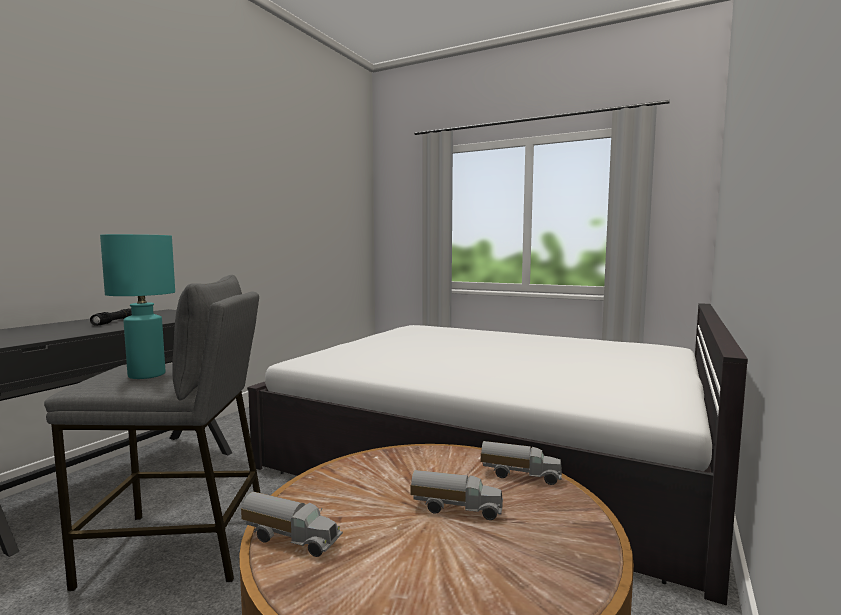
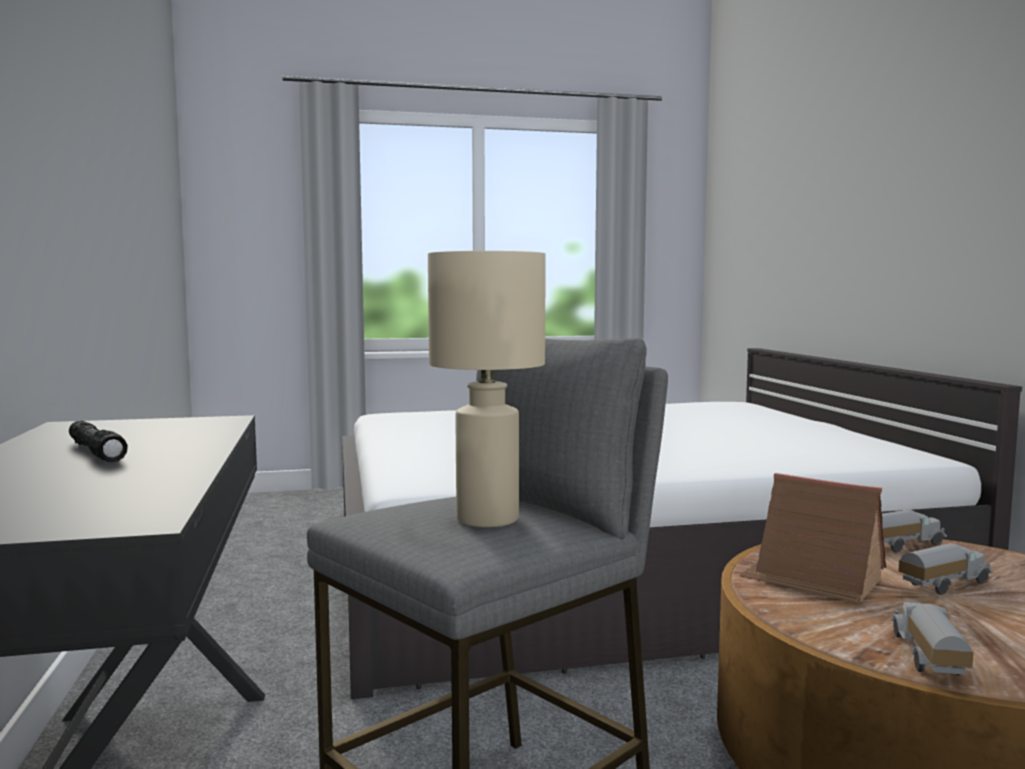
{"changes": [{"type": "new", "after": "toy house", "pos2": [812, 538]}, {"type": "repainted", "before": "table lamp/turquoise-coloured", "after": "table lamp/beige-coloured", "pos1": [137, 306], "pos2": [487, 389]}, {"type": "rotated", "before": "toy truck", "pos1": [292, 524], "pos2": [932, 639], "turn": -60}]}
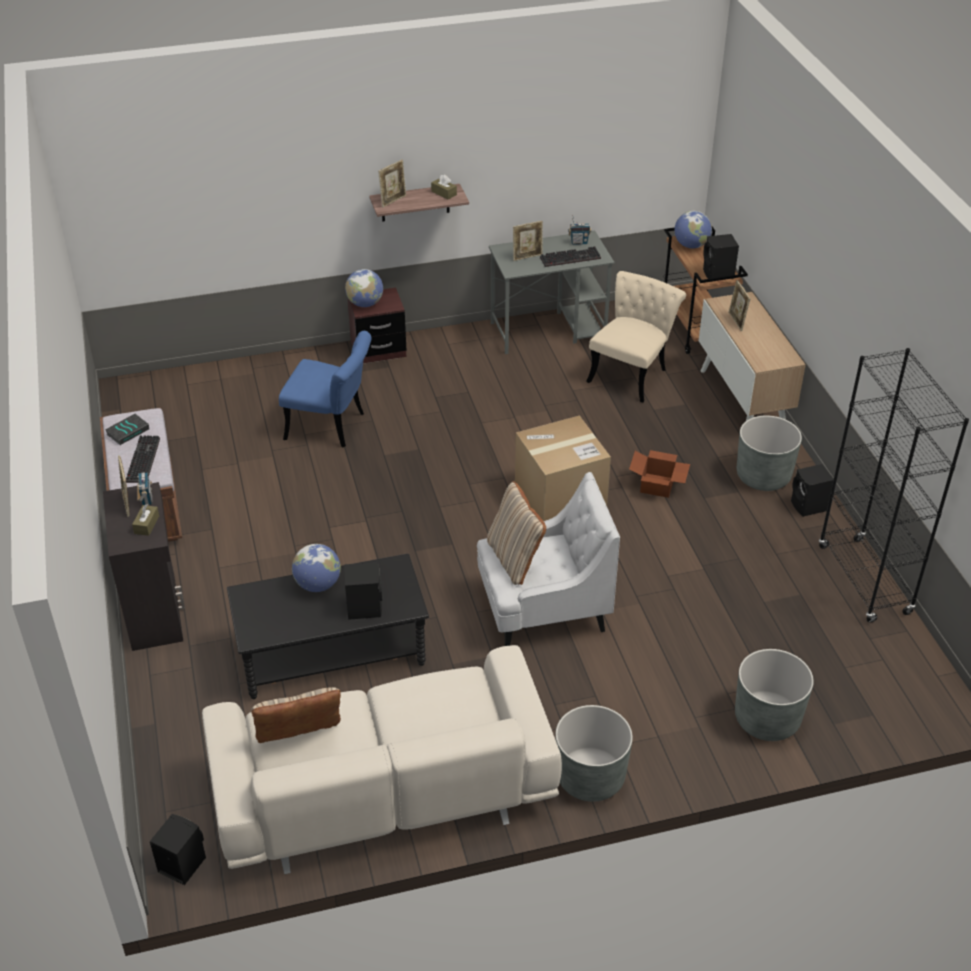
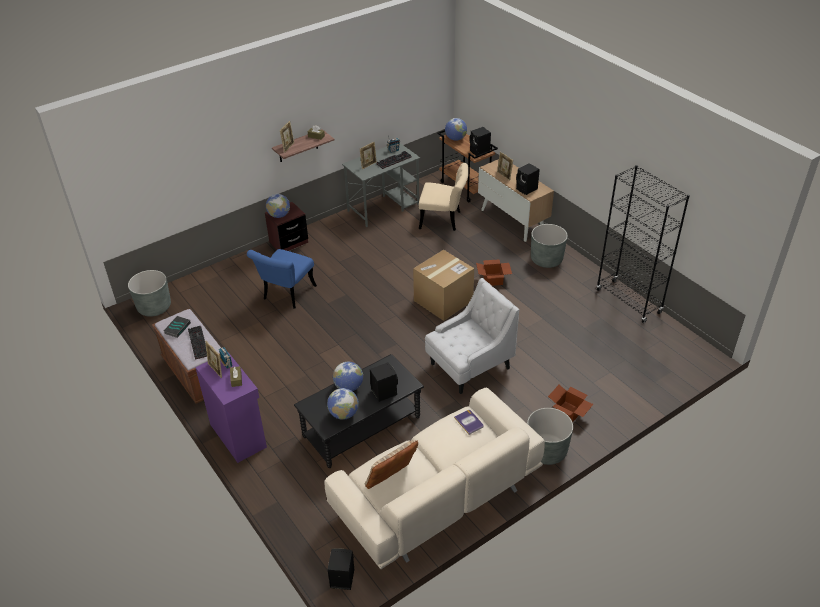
{"changes": [{"type": "gone", "before": "throw pillow/beige-coloured", "pos1": [516, 533]}, {"type": "new", "after": "desk globe", "pos2": [343, 404]}, {"type": "new", "after": "book", "pos2": [469, 422]}, {"type": "new", "after": "carton", "pos2": [570, 403]}, {"type": "shifted", "before": "planter/gray", "pos1": [774, 695], "pos2": [149, 293]}, {"type": "shifted", "before": "audio speaker/black-coloured", "pos1": [812, 490], "pos2": [528, 179]}, {"type": "repainted", "before": "cabinet/black-coloured", "after": "cabinet/purplish", "pos1": [144, 566], "pos2": [231, 407]}, {"type": "rotated", "before": "plain chair/bluish", "pos1": [325, 389], "pos2": [282, 279], "turn": 120}, {"type": "rotated", "before": "plain chair/beige-coloured", "pos1": [636, 336], "pos2": [444, 197], "turn": 90}]}
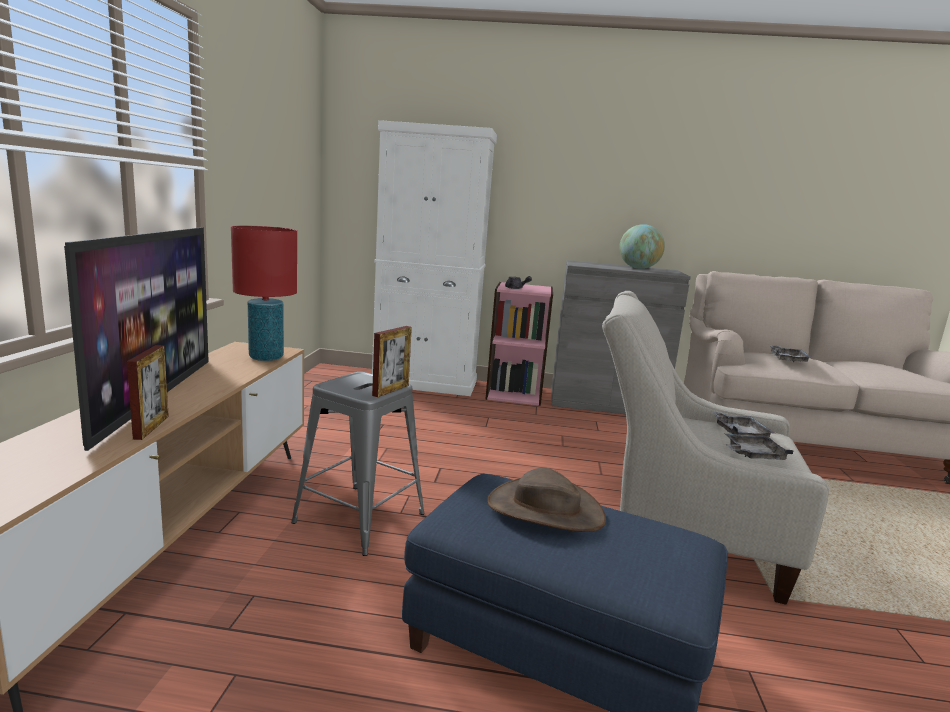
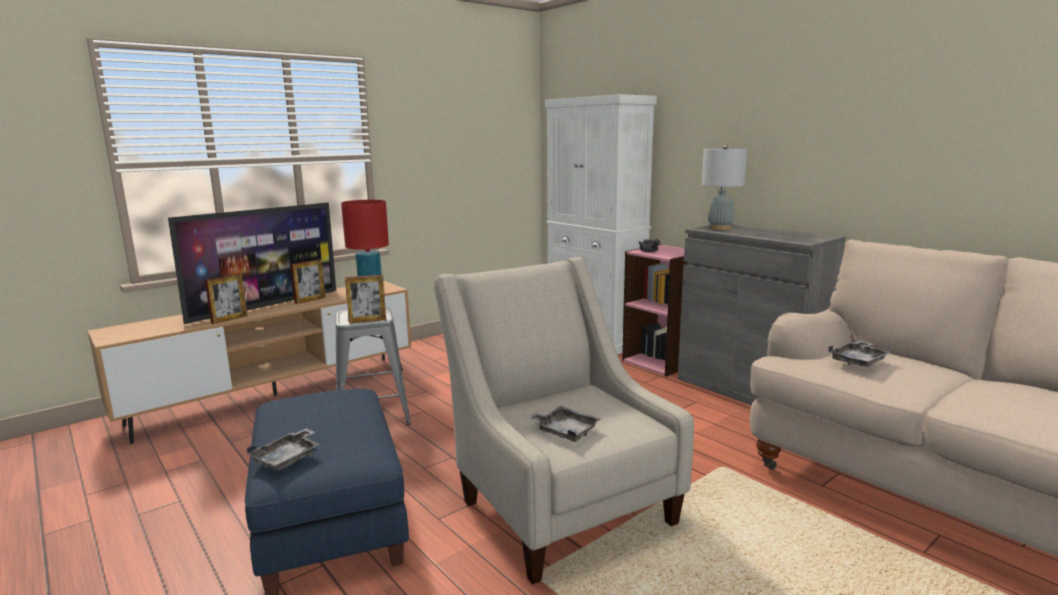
{"changes": [{"type": "gone", "before": "hat/brownish", "pos1": [546, 500]}, {"type": "gone", "before": "desk globe", "pos1": [642, 246]}, {"type": "new", "after": "picture frame", "pos2": [308, 281]}, {"type": "new", "after": "table lamp/gray", "pos2": [724, 187]}, {"type": "shifted", "before": "carrying tray/gray", "pos1": [743, 424], "pos2": [283, 449]}]}
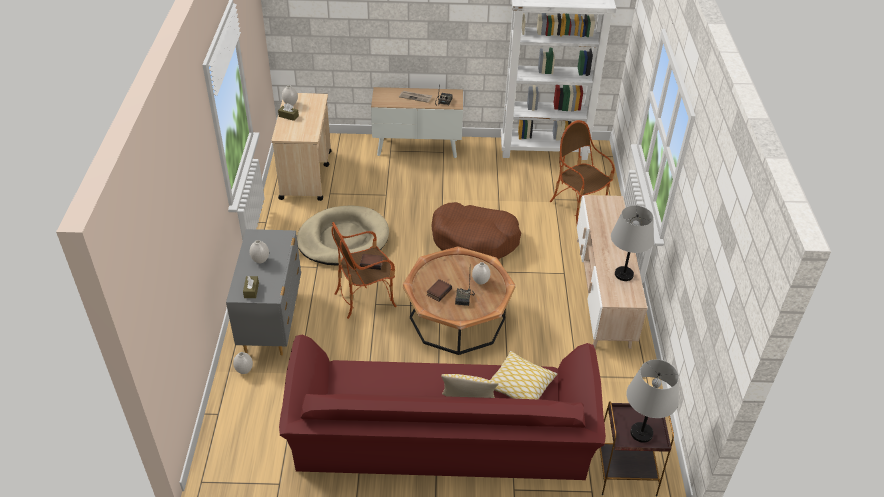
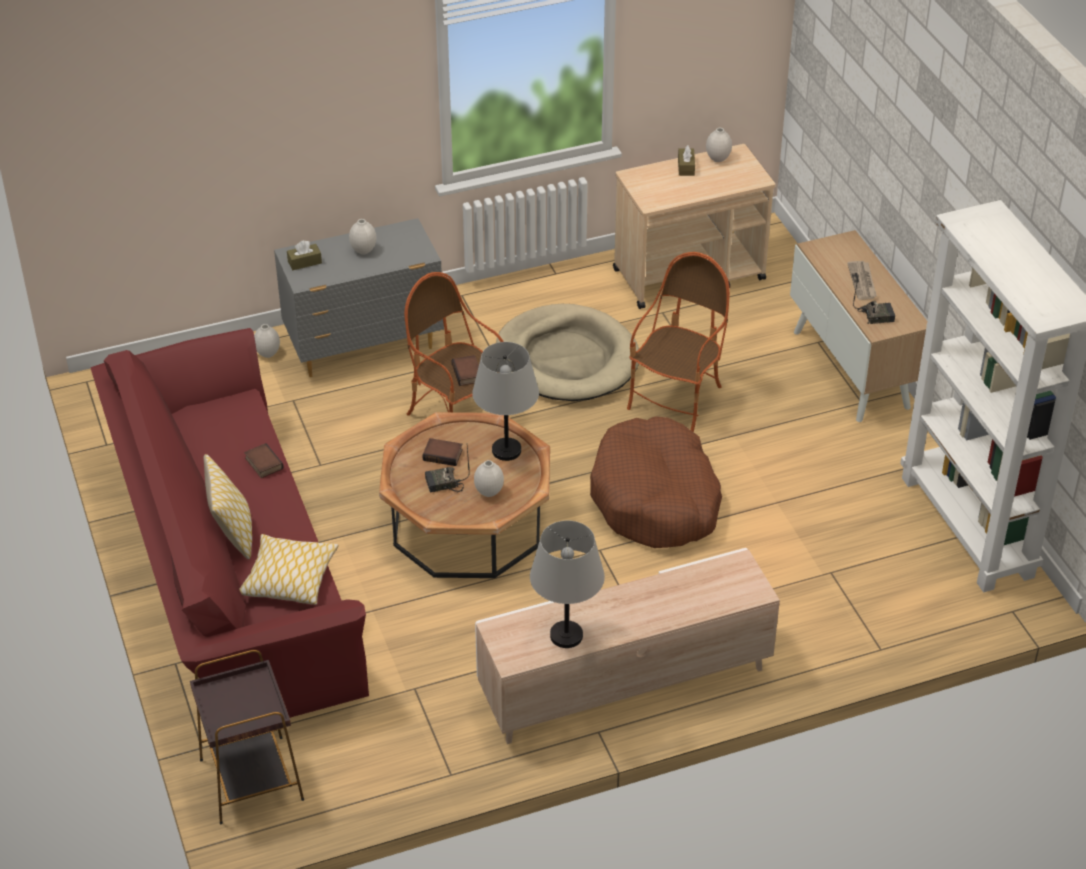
{"changes": [{"type": "new", "after": "book", "pos2": [264, 460]}, {"type": "shifted", "before": "easy chair", "pos1": [582, 171], "pos2": [678, 342]}, {"type": "shifted", "before": "table lamp/gray", "pos1": [652, 401], "pos2": [505, 401]}]}
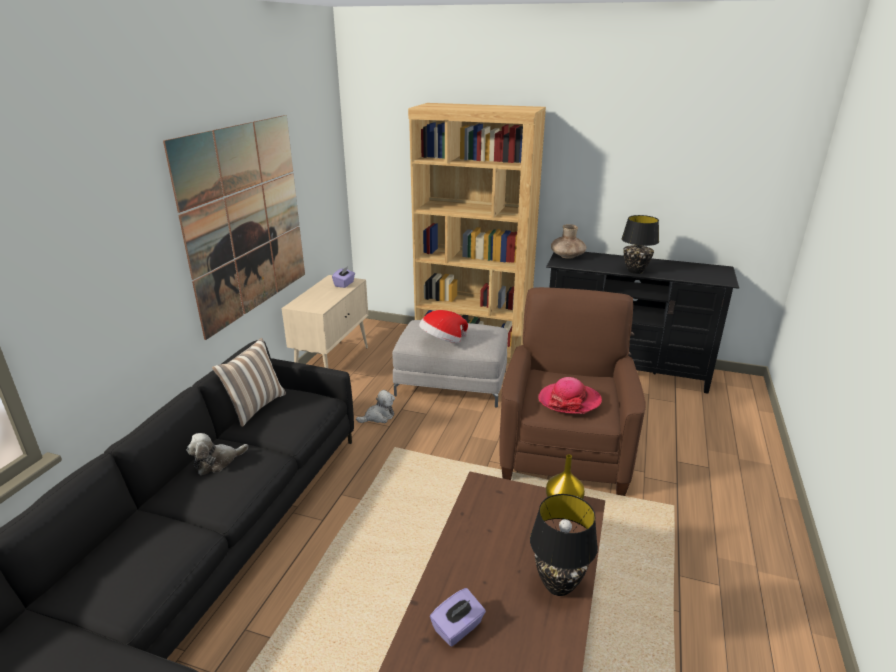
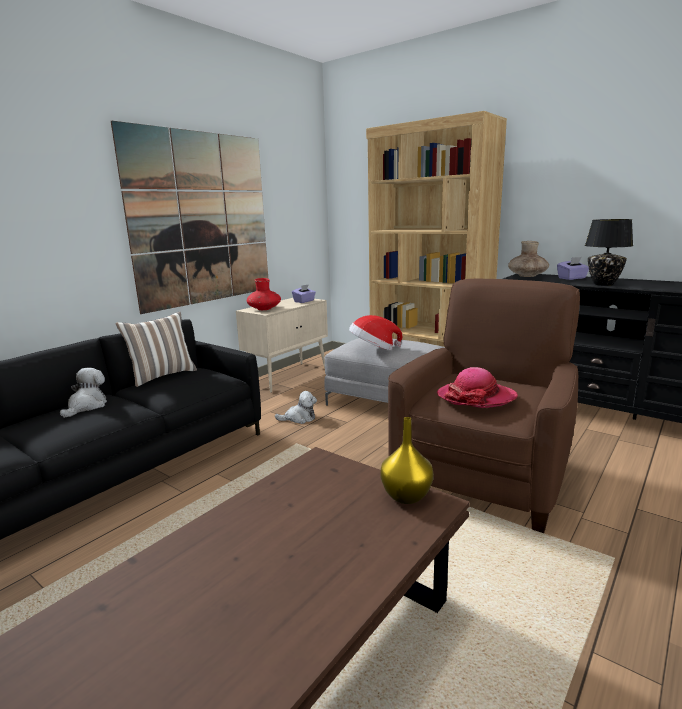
{"changes": [{"type": "gone", "before": "table lamp/black-coloured", "pos1": [564, 545]}, {"type": "new", "after": "decorative vase/red-coloured", "pos2": [264, 294]}, {"type": "shifted", "before": "box of tissues/purplish", "pos1": [458, 617], "pos2": [573, 268]}, {"type": "rotated", "before": "plush toy", "pos1": [217, 454], "pos2": [83, 393], "turn": 120}]}
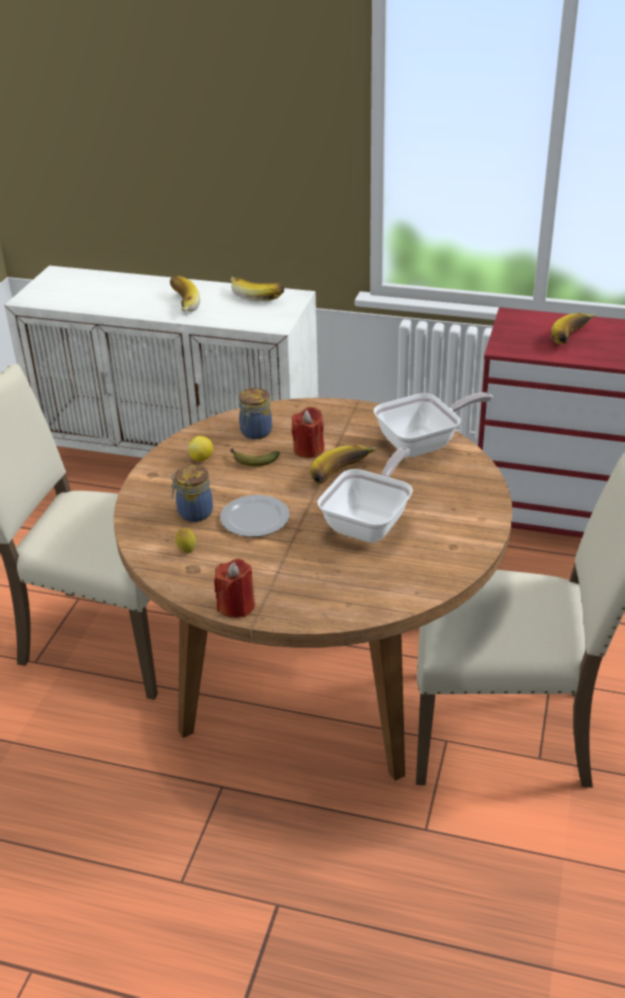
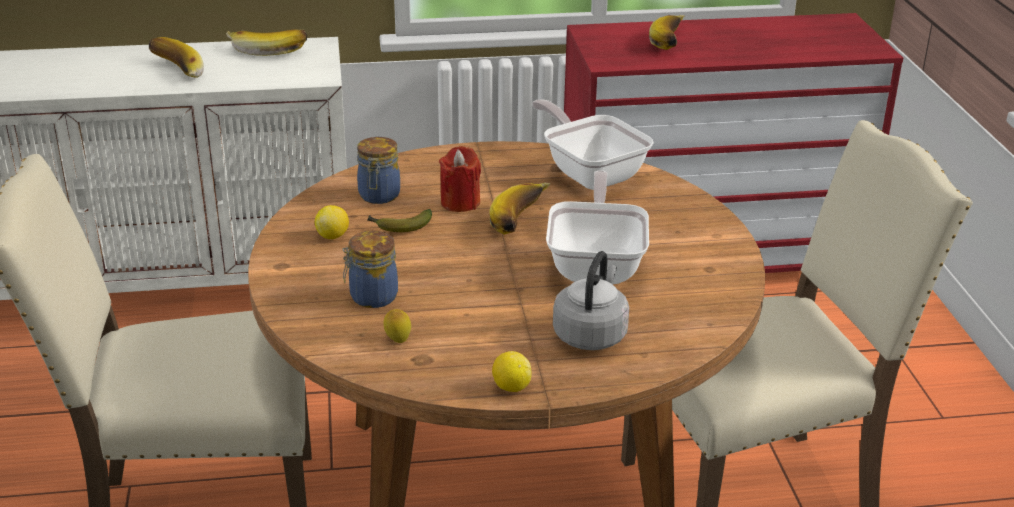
{"changes": [{"type": "gone", "before": "flat dish", "pos1": [254, 516]}, {"type": "new", "after": "tea kettle/gray", "pos2": [591, 300]}, {"type": "swapped", "before": "wax candle/red-coloured", "after": "citrus fruit", "pos1": [234, 588], "pos2": [512, 371]}, {"type": "rotated", "before": "pan", "pos1": [433, 424], "pos2": [593, 144], "turn": -75}]}
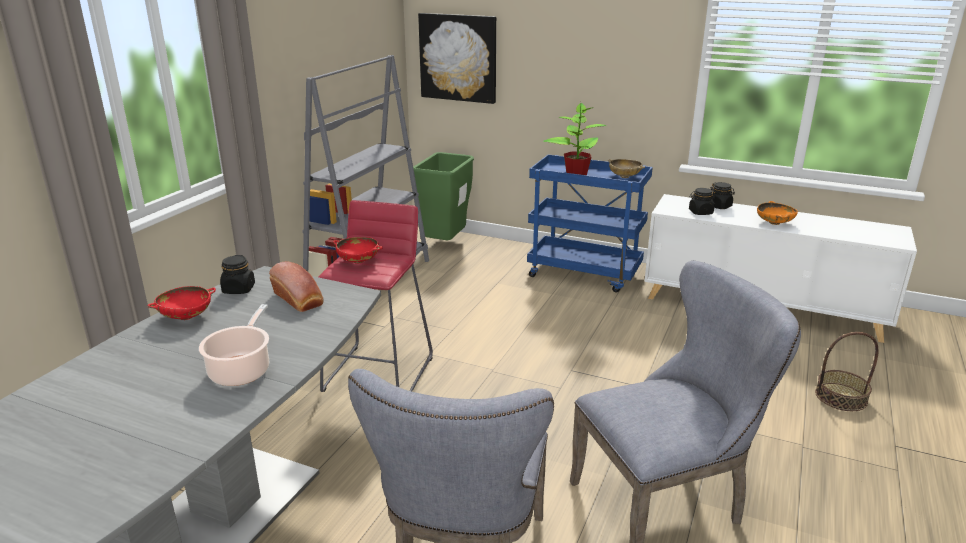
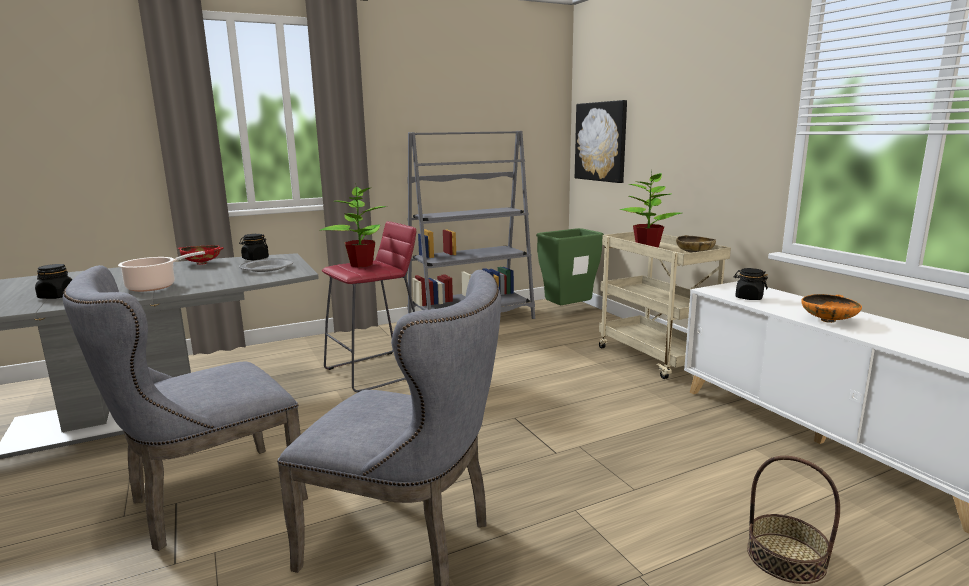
{"changes": [{"type": "shifted", "before": "preserve jar/black-coloured", "pos1": [722, 195], "pos2": [54, 281]}, {"type": "swapped", "before": "bakery bread", "after": "flat dish/gray", "pos1": [296, 286], "pos2": [266, 265]}, {"type": "swapped", "before": "bowl/red-coloured", "after": "plant in a pot", "pos1": [358, 250], "pos2": [353, 225]}, {"type": "repainted", "before": "trolley/bluish", "after": "trolley/beige-coloured", "pos1": [590, 223], "pos2": [665, 305]}]}
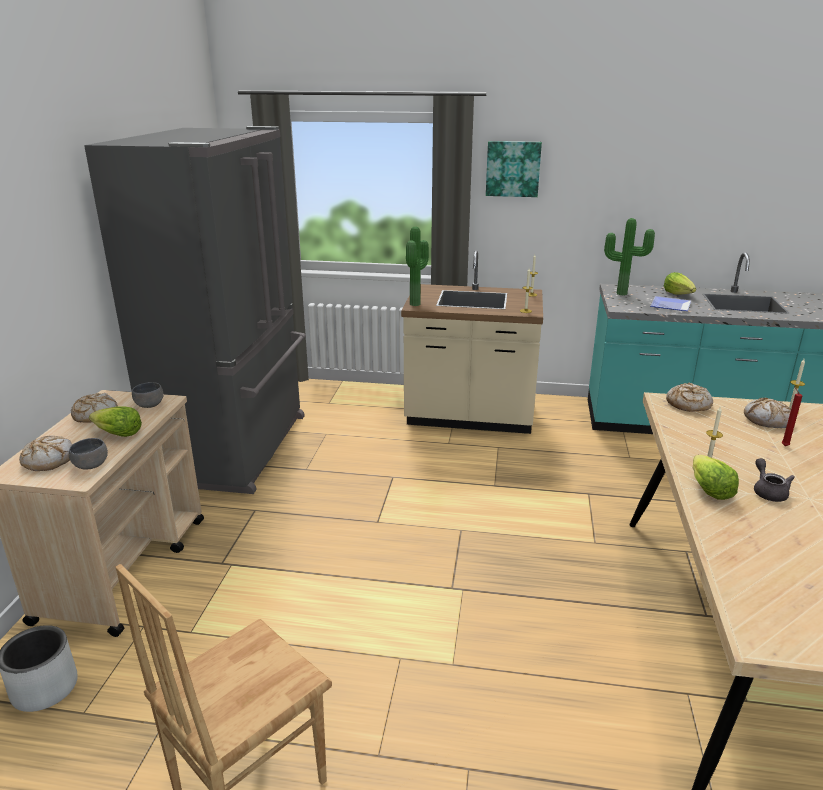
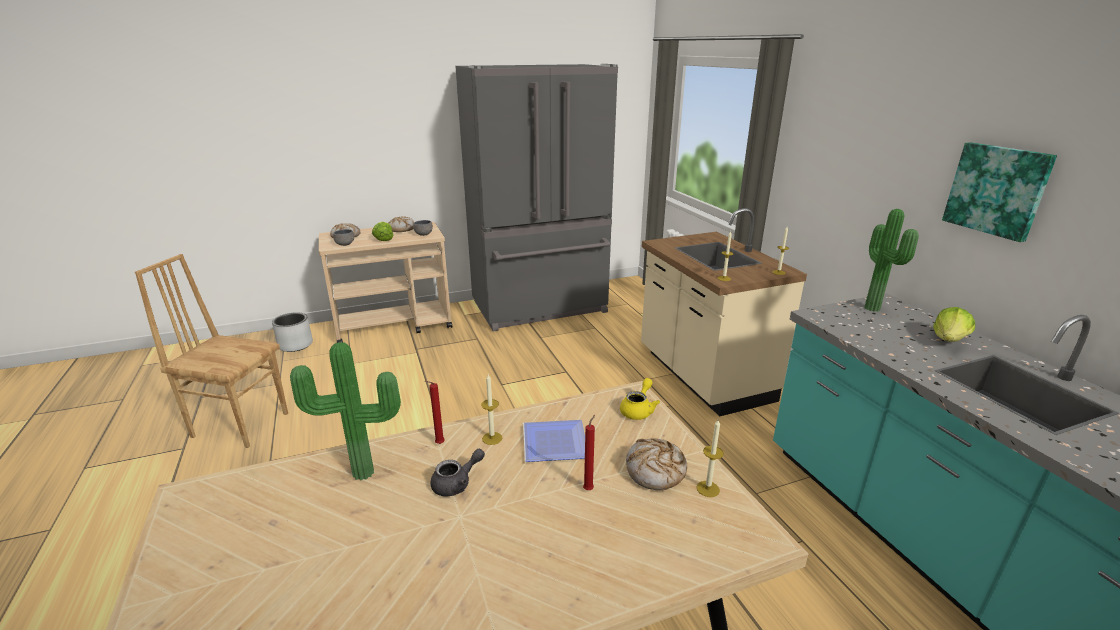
{"changes": [{"type": "shifted", "before": "plant in a pot", "pos1": [417, 266], "pos2": [345, 411]}, {"type": "shifted", "before": "wall picture", "pos1": [514, 169], "pos2": [999, 192]}, {"type": "shifted", "before": "flat dish", "pos1": [670, 303], "pos2": [554, 441]}, {"type": "swapped", "before": "bakery bread", "after": "teapot/yellow", "pos1": [689, 397], "pos2": [640, 399]}, {"type": "swapped", "before": "head of lettuce", "after": "wax candle/red-coloured", "pos1": [716, 477], "pos2": [435, 412]}]}
